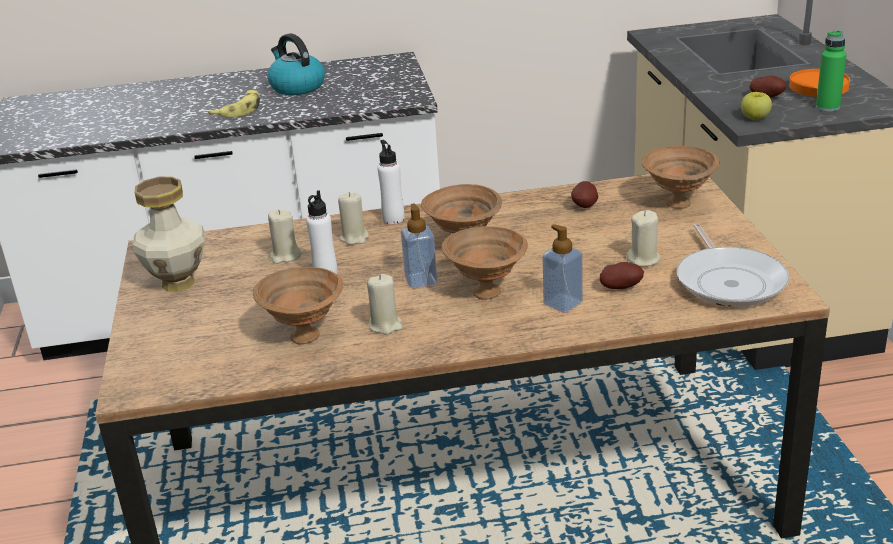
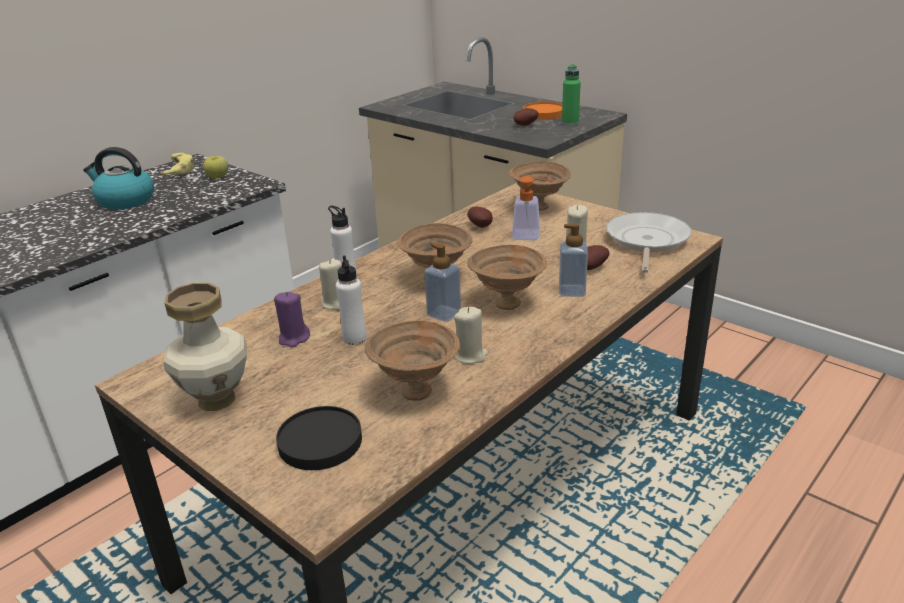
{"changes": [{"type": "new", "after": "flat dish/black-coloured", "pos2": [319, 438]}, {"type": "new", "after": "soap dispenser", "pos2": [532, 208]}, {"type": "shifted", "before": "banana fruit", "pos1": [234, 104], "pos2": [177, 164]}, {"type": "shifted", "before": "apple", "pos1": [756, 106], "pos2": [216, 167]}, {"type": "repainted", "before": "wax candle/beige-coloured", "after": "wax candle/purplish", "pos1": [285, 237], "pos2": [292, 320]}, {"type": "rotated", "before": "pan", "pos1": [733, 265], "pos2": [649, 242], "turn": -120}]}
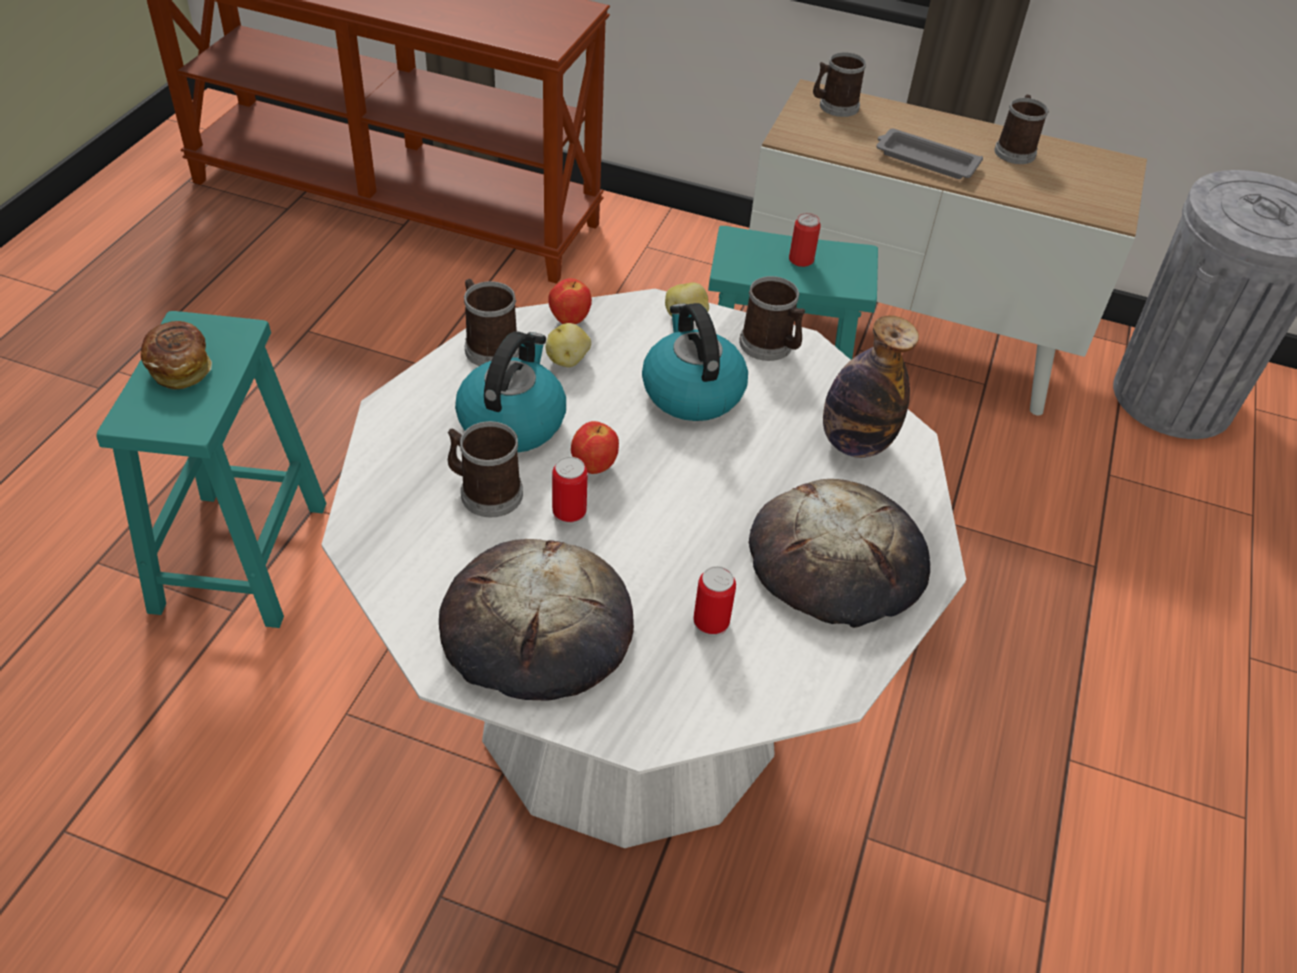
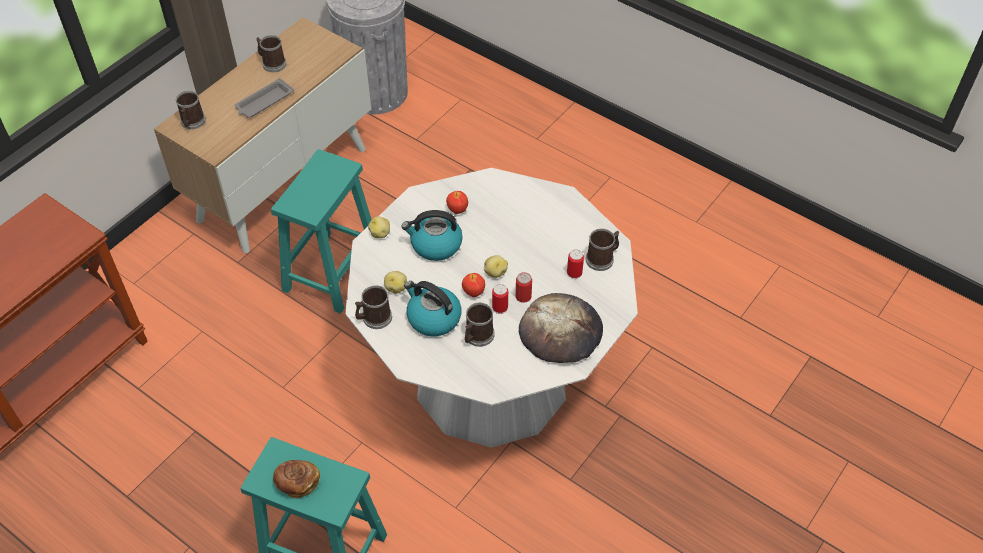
{"changes": [{"type": "gone", "before": "bakery bread", "pos1": [839, 553]}, {"type": "gone", "before": "beverage bottle", "pos1": [871, 386]}, {"type": "new", "after": "whole potato", "pos2": [496, 266]}, {"type": "shifted", "before": "apple", "pos1": [570, 301], "pos2": [457, 202]}, {"type": "shifted", "before": "tea mug", "pos1": [772, 318], "pos2": [602, 249]}, {"type": "shifted", "before": "metal can", "pos1": [804, 240], "pos2": [524, 287]}]}
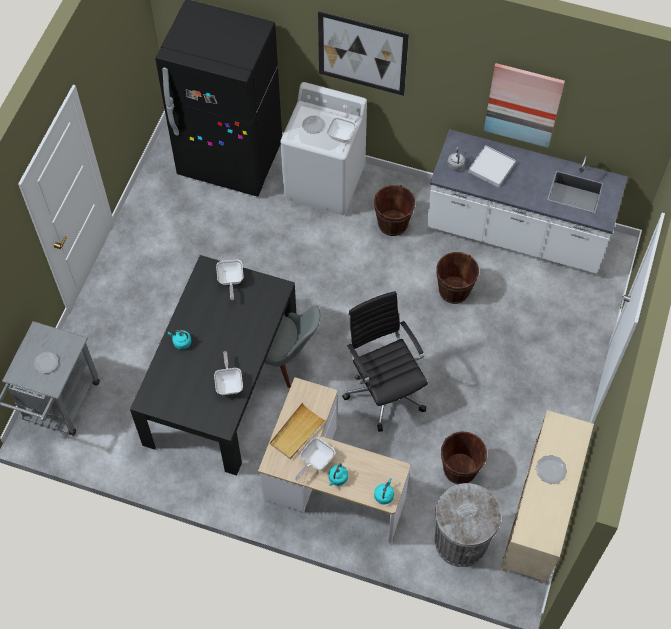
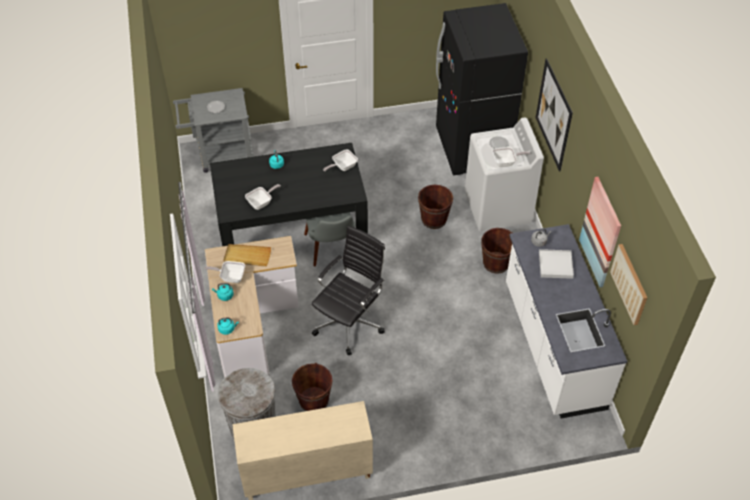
{"changes": [{"type": "gone", "before": "flat dish", "pos1": [551, 469]}, {"type": "new", "after": "wall picture", "pos2": [628, 284]}, {"type": "shifted", "before": "pail/brownish", "pos1": [457, 278], "pos2": [435, 206]}]}
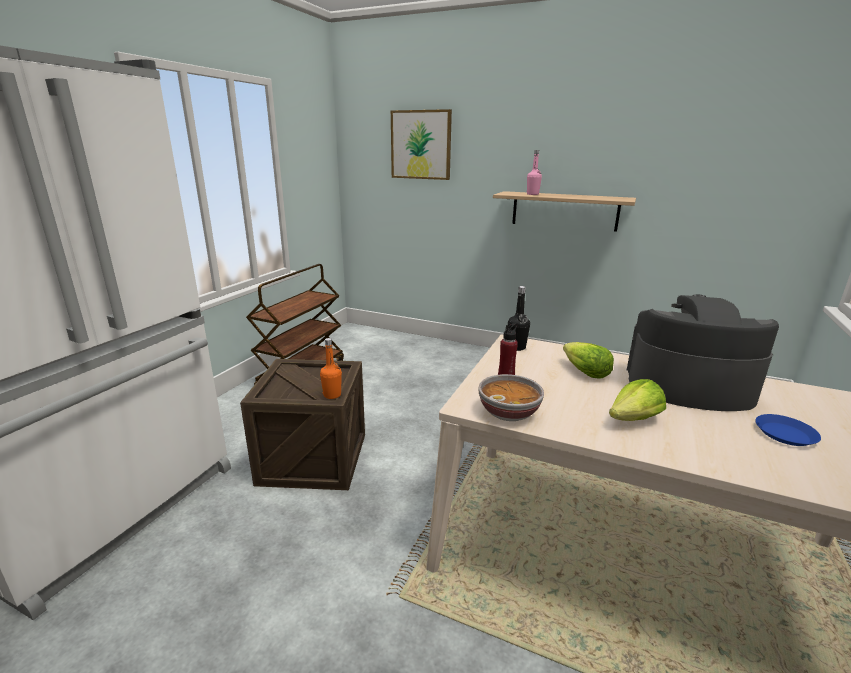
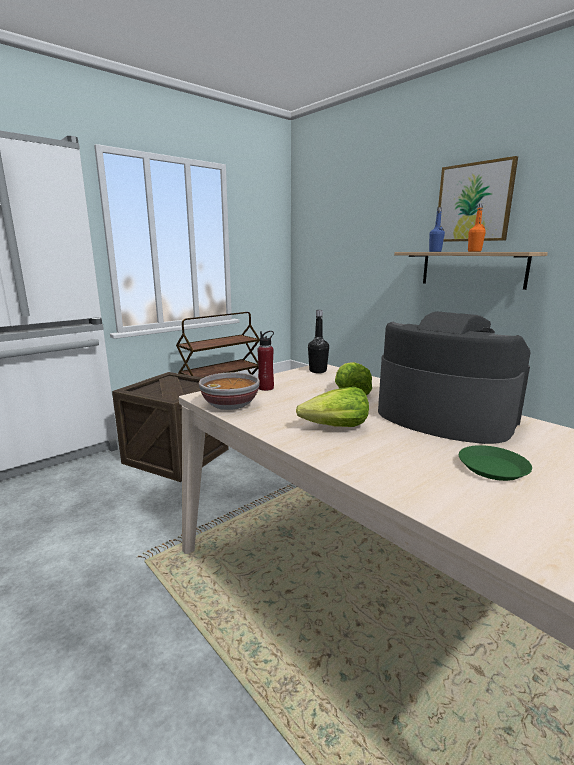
{"changes": [{"type": "shifted", "before": "beverage bottle/orange-coloured", "pos1": [331, 368], "pos2": [477, 227]}, {"type": "shifted", "before": "wall picture", "pos1": [421, 144], "pos2": [478, 199]}, {"type": "repainted", "before": "beverage bottle/pink-coloured", "after": "beverage bottle/bluish", "pos1": [534, 172], "pos2": [437, 229]}, {"type": "repainted", "before": "flat dish/bluish", "after": "flat dish/green", "pos1": [788, 430], "pos2": [495, 463]}]}
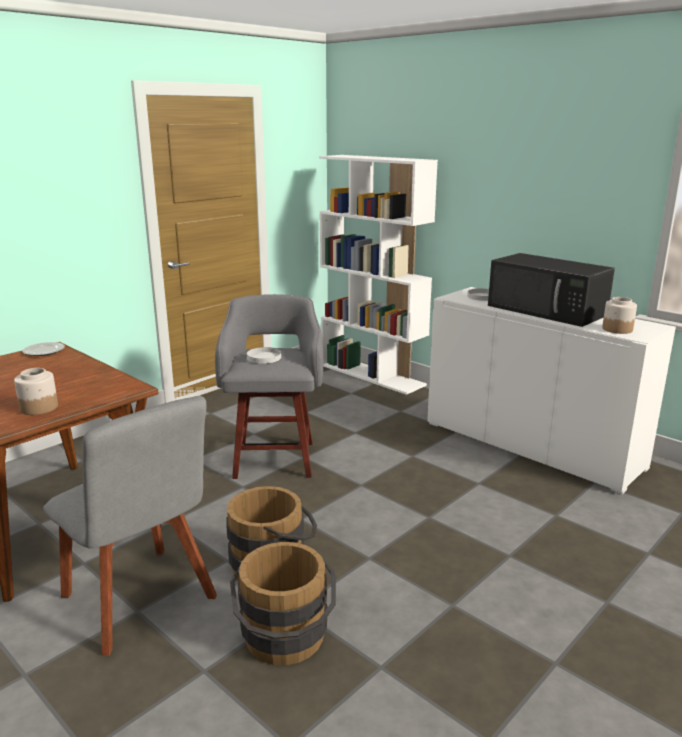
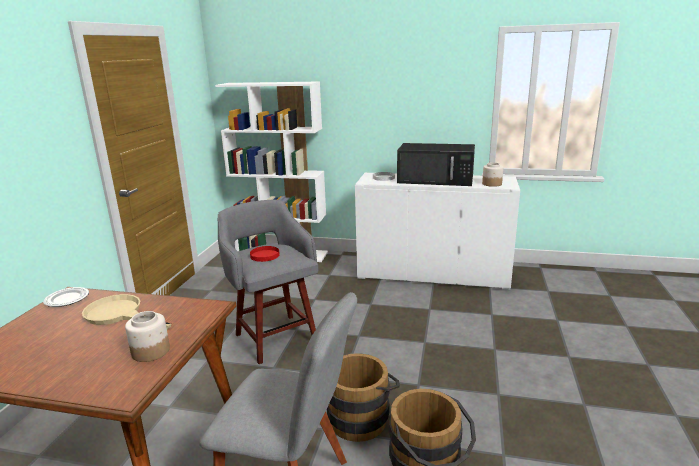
{"changes": [{"type": "new", "after": "pan/beige-coloured", "pos2": [126, 311]}, {"type": "repainted", "before": "flat dish/whitish", "after": "flat dish/red-coloured", "pos1": [264, 355], "pos2": [265, 254]}]}
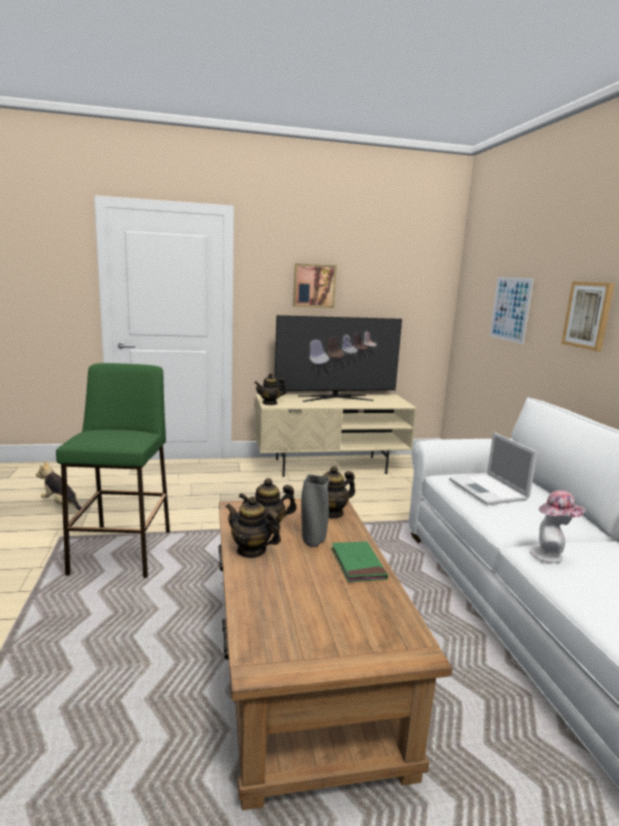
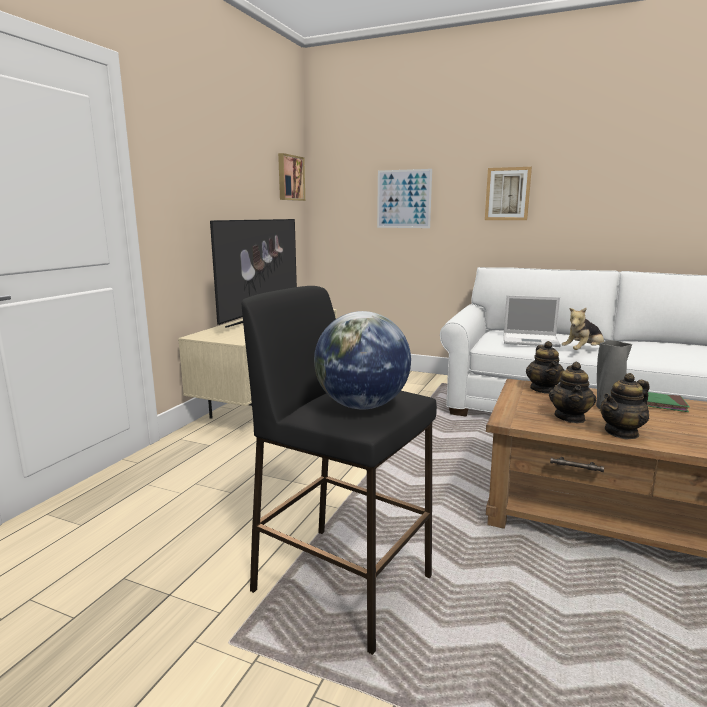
{"changes": [{"type": "gone", "before": "teapot", "pos1": [270, 389]}, {"type": "gone", "before": "hat", "pos1": [557, 526]}, {"type": "new", "after": "desk globe", "pos2": [362, 360]}, {"type": "shifted", "before": "plush toy", "pos1": [59, 485], "pos2": [583, 329]}, {"type": "shifted", "before": "wall picture", "pos1": [315, 285], "pos2": [291, 177]}, {"type": "repainted", "before": "sitting stool/green", "after": "sitting stool/black-coloured", "pos1": [113, 470], "pos2": [339, 470]}]}
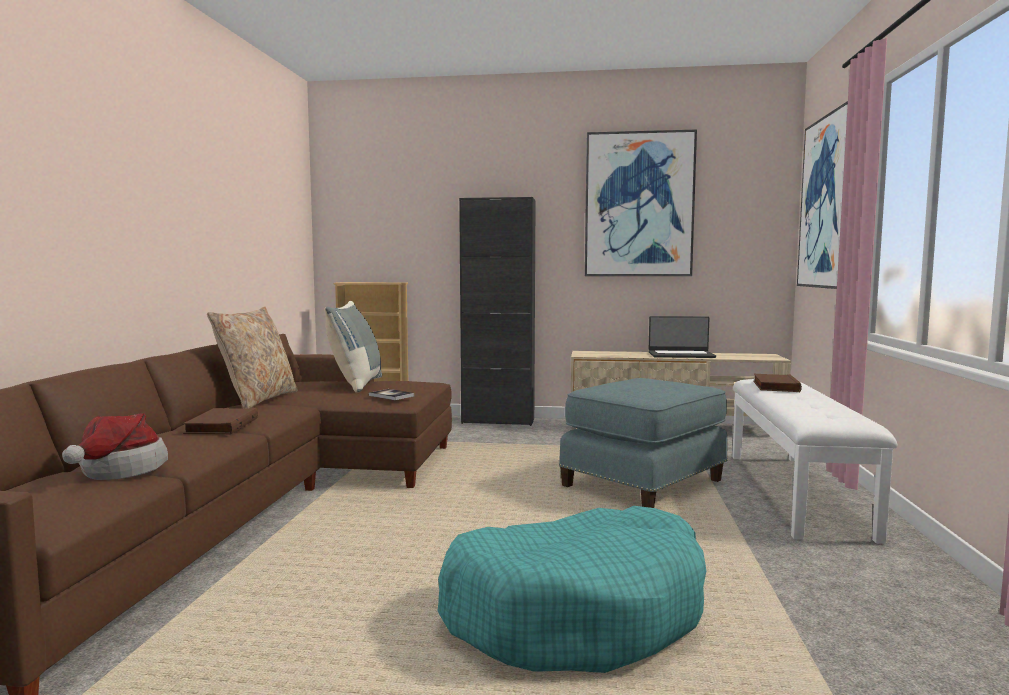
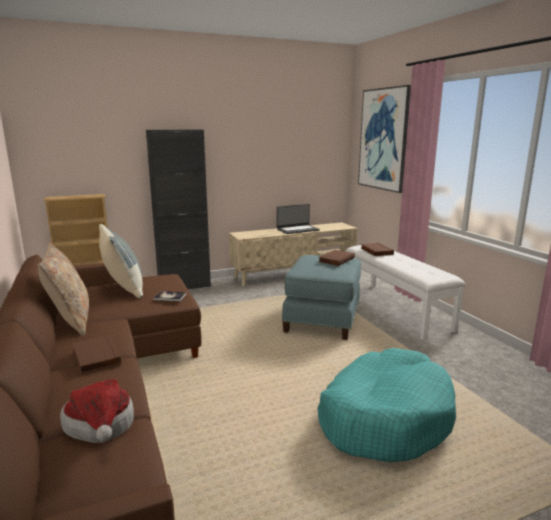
{"changes": [{"type": "gone", "before": "wall picture", "pos1": [641, 202]}, {"type": "new", "after": "book/brownish", "pos2": [336, 258]}]}
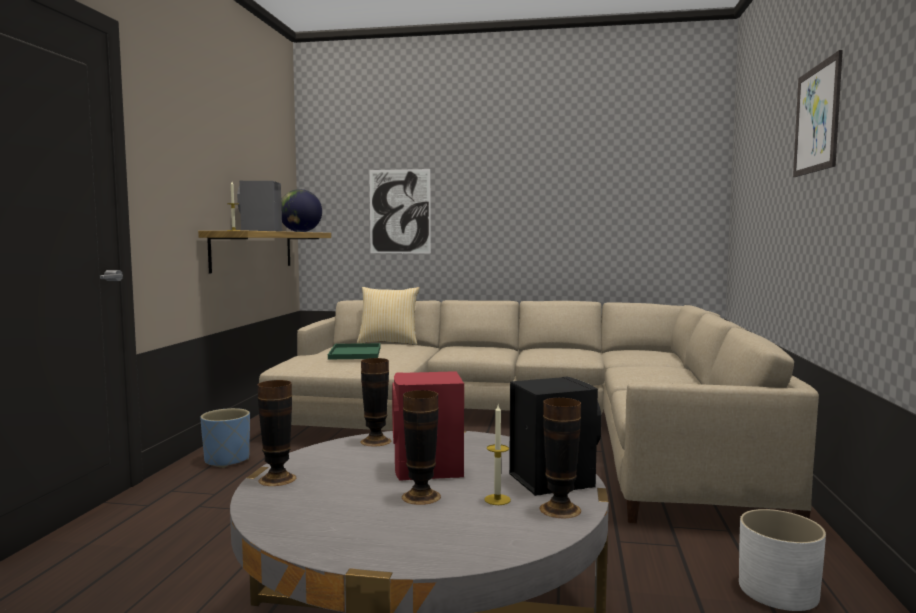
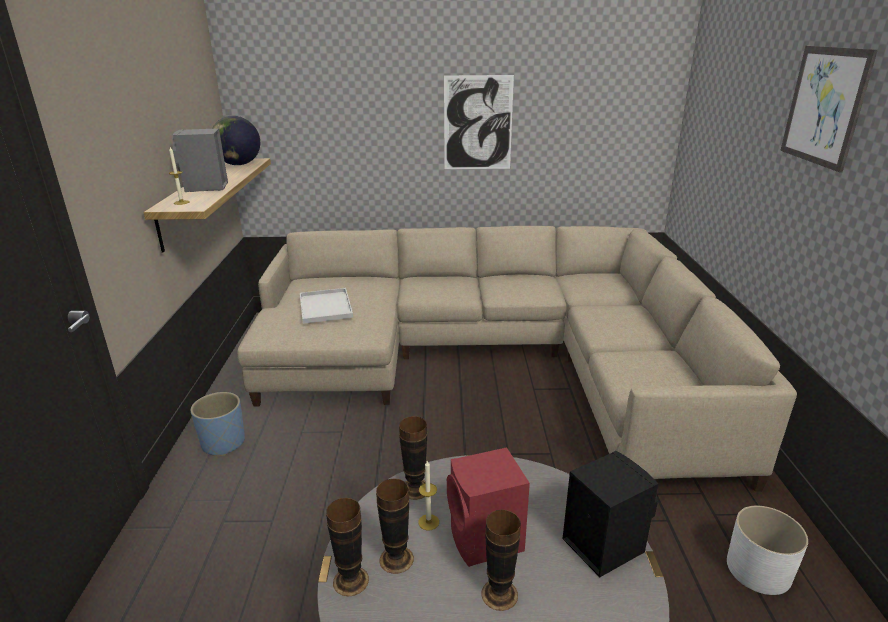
{"changes": [{"type": "gone", "before": "throw pillow", "pos1": [388, 316]}, {"type": "shifted", "before": "wall picture", "pos1": [400, 211], "pos2": [479, 122]}, {"type": "shifted", "before": "wax candle", "pos1": [497, 455], "pos2": [428, 495]}, {"type": "shifted", "before": "decorative vase", "pos1": [560, 458], "pos2": [395, 526]}, {"type": "repainted", "before": "carrying tray/green", "after": "carrying tray/whitish", "pos1": [354, 351], "pos2": [326, 306]}]}
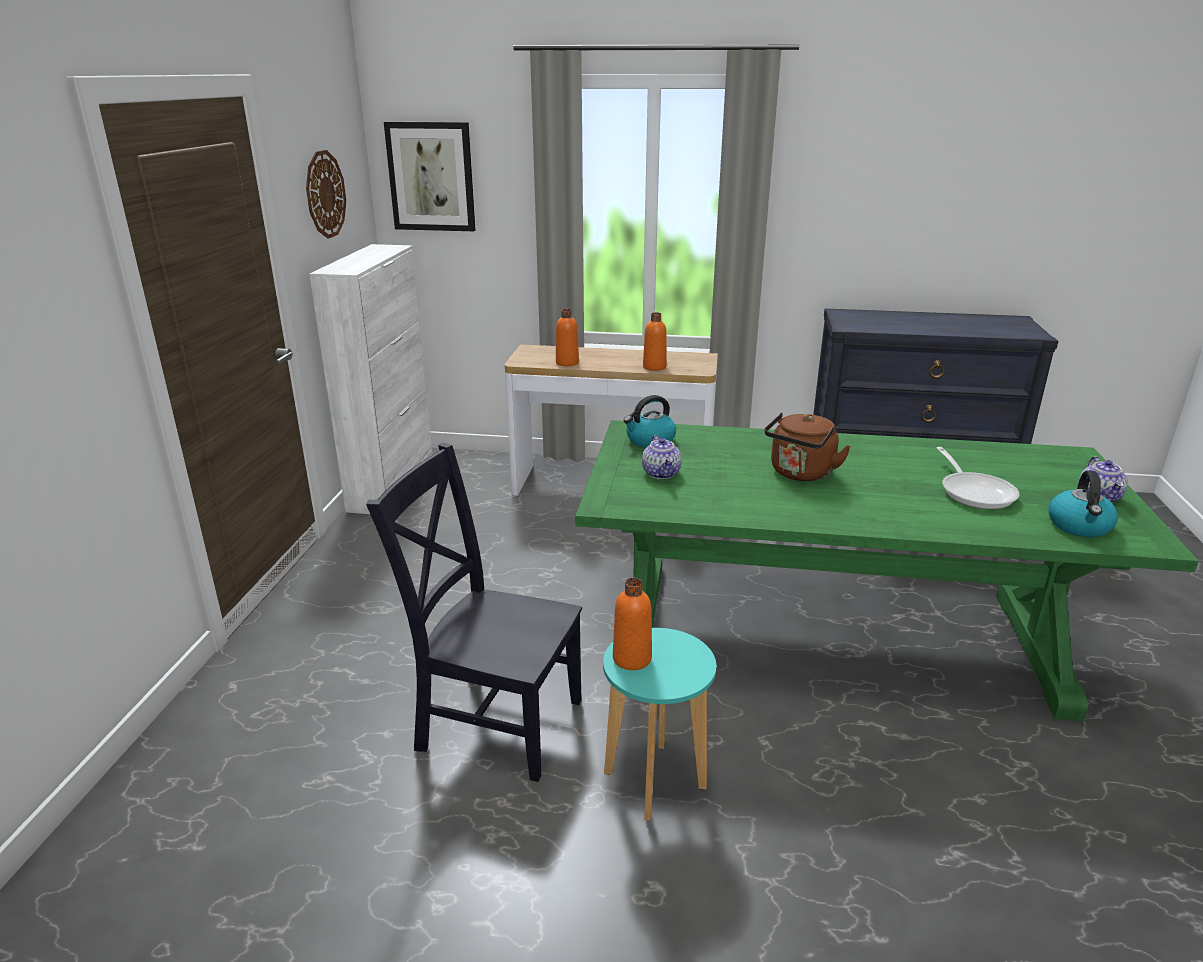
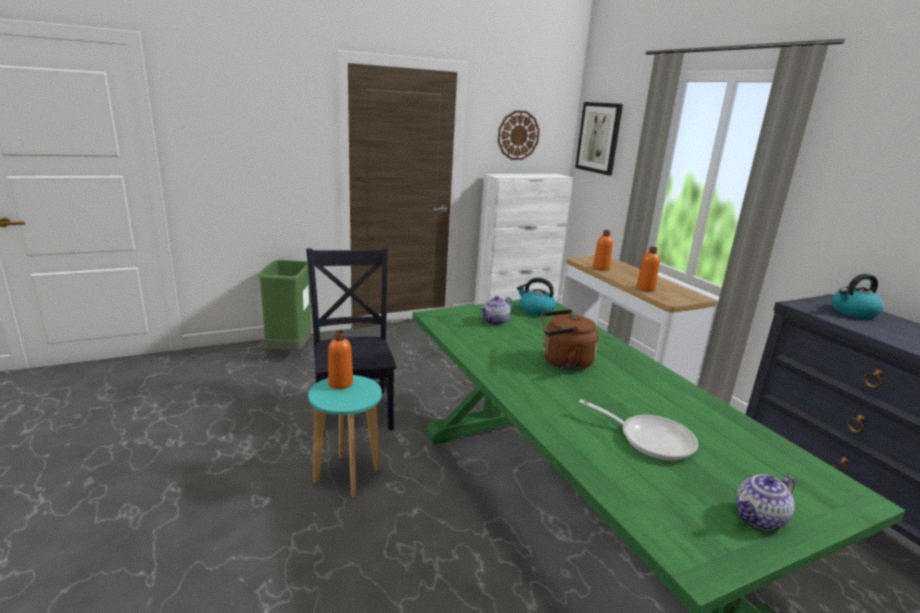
{"changes": [{"type": "new", "after": "trash can/green", "pos2": [285, 305]}, {"type": "shifted", "before": "tea kettle", "pos1": [1083, 503], "pos2": [858, 296]}, {"type": "rotated", "before": "pan", "pos1": [978, 478], "pos2": [638, 430], "turn": -105}]}
